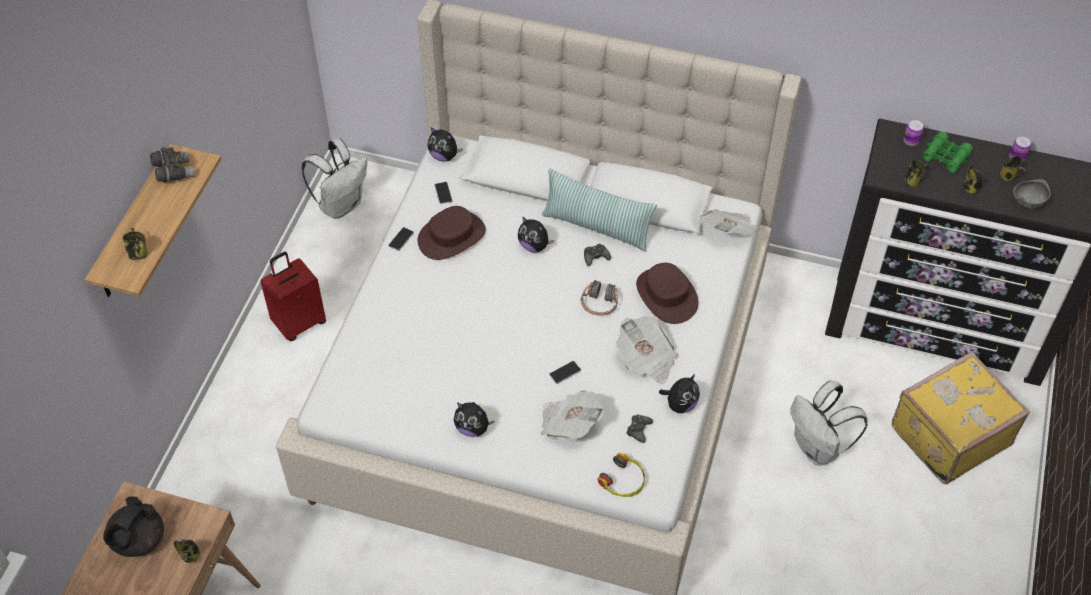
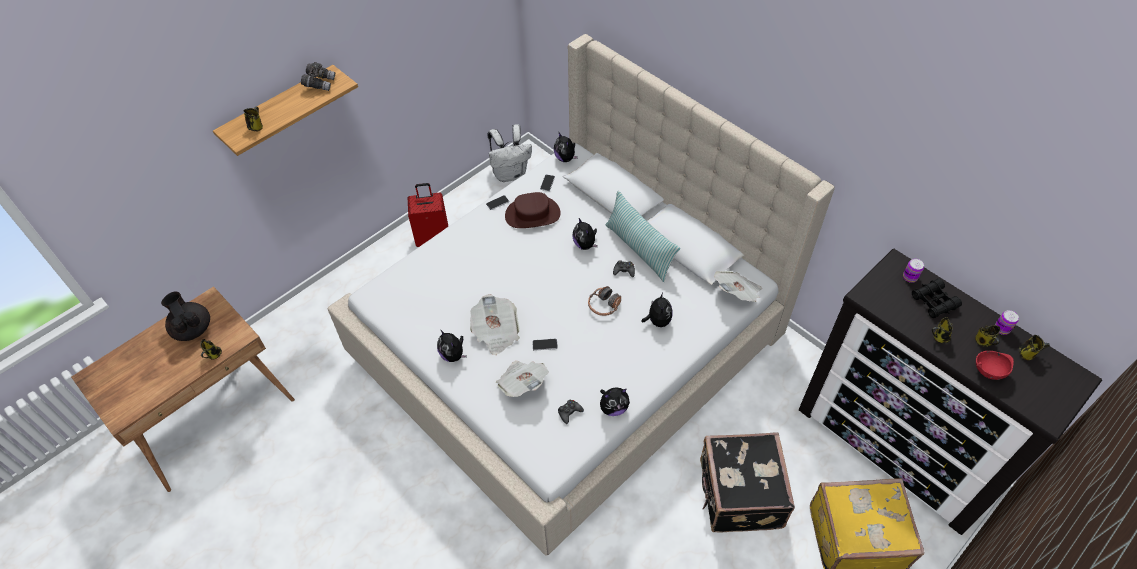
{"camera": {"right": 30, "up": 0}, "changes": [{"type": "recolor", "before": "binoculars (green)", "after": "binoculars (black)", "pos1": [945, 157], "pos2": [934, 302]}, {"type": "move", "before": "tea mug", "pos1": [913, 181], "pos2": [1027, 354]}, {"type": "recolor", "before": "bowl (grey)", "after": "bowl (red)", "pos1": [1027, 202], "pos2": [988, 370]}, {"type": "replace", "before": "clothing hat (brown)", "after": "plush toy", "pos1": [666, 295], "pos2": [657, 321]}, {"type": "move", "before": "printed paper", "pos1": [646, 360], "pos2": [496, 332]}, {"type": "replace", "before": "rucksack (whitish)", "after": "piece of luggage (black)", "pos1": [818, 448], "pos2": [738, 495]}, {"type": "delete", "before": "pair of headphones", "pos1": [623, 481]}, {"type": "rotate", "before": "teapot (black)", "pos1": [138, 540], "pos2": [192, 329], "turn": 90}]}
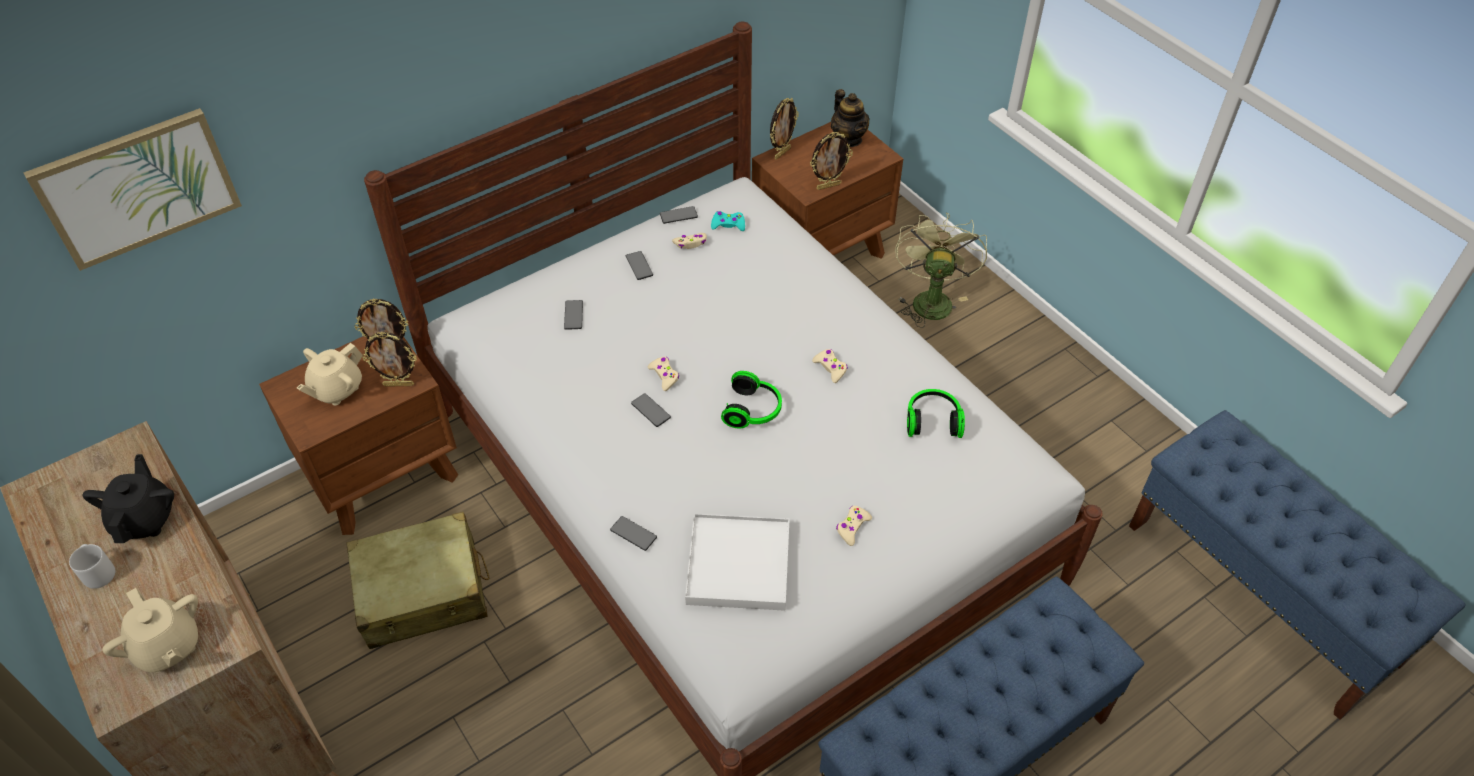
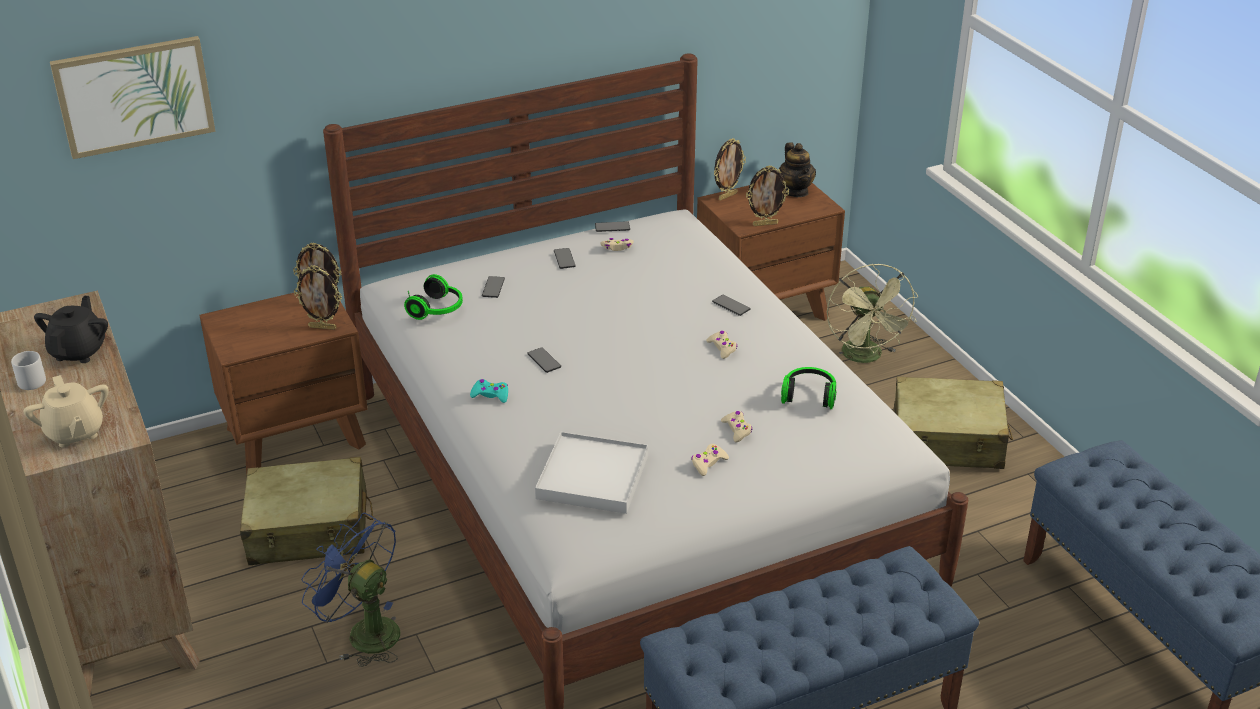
{"camera": {"right": 10, "up": -15}, "changes": [{"type": "move", "before": "game controller (turquoise)", "pos1": [728, 225], "pos2": [490, 395]}, {"type": "rotate", "before": "fan (green)", "pos1": [930, 299], "pos2": [866, 357], "turn": 150}, {"type": "delete", "before": "teapot (beige-coloured)", "pos1": [336, 389]}, {"type": "move", "before": "game controller (beige-coloured)", "pos1": [664, 376], "pos2": [737, 430]}, {"type": "move", "before": "pair of headphones", "pos1": [753, 410], "pos2": [438, 310]}, {"type": "move", "before": "telephone", "pos1": [633, 534], "pos2": [731, 306]}, {"type": "insert", "after": "piece of luggage (beige-coloured)", "pos2": [947, 440]}, {"type": "insert", "after": "fan (bluish)", "pos2": [364, 632]}]}
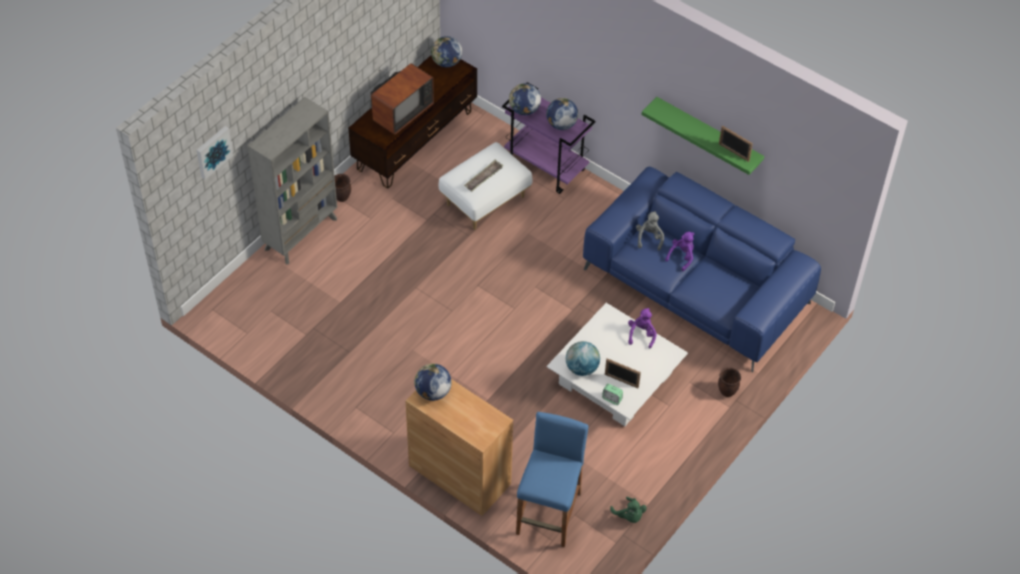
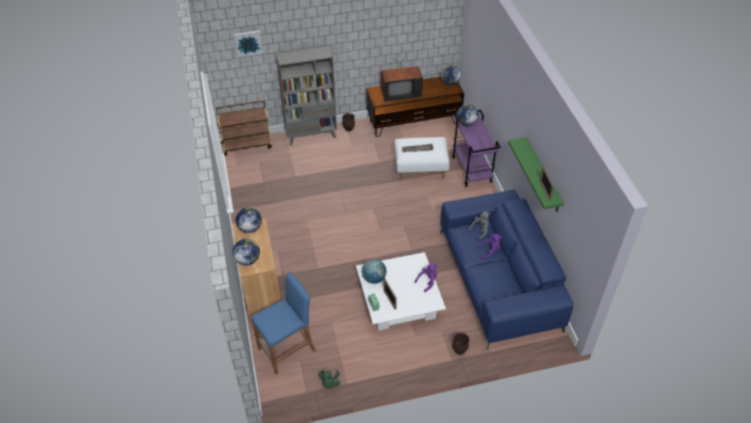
{"camera": {"right": 40, "up": -5}, "changes": [{"type": "move", "before": "world globe", "pos1": [561, 124], "pos2": [247, 260]}, {"type": "insert", "after": "cart (brown)", "pos2": [247, 145]}]}
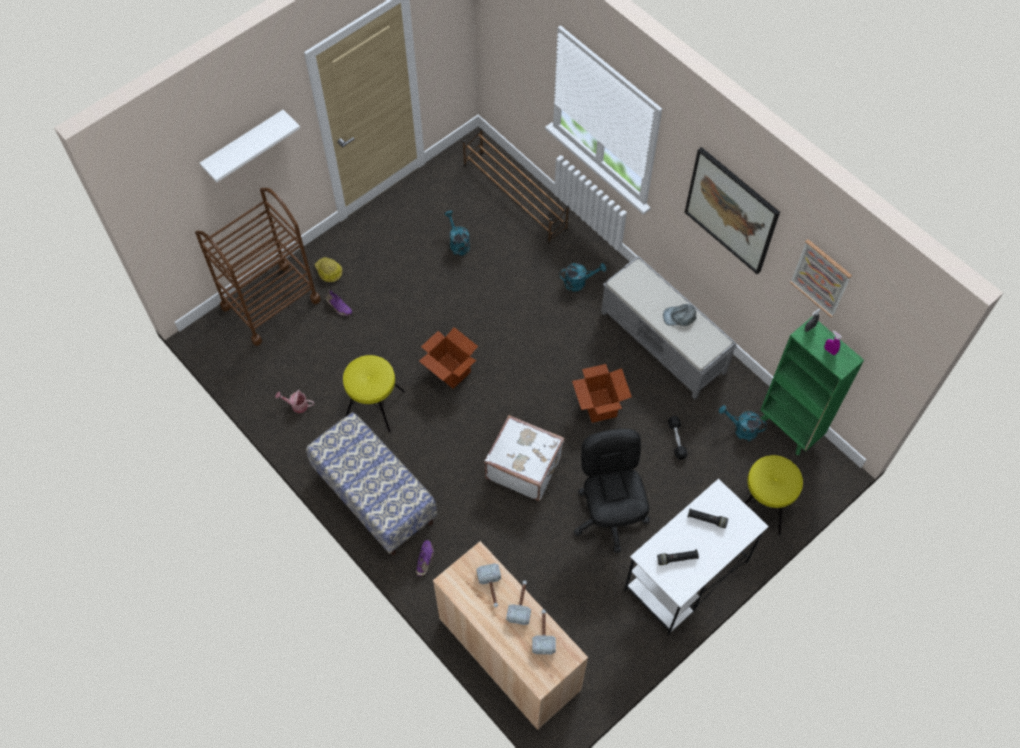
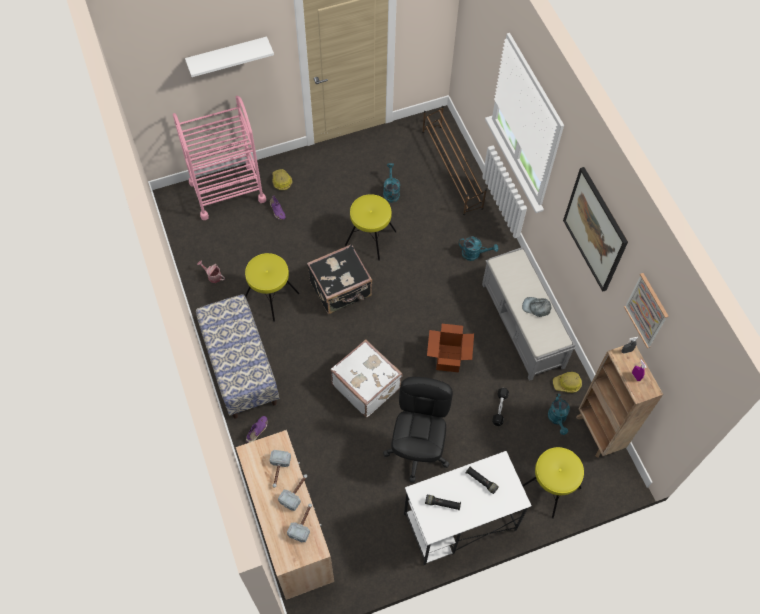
{"camera": {"right": 20, "up": 0}, "changes": [{"type": "recolor", "before": "cart (brown)", "after": "cart (pink-coloured)", "pos1": [270, 303], "pos2": [227, 191]}, {"type": "recolor", "before": "bookshelf (green)", "after": "bookshelf (brown)", "pos1": [789, 429], "pos2": [599, 433]}, {"type": "replace", "before": "carton", "after": "piece of luggage (black)", "pos1": [450, 370], "pos2": [341, 289]}, {"type": "rotate", "before": "sprinkling can (turquoise)", "pos1": [741, 429], "pos2": [557, 419], "turn": -135}, {"type": "insert", "after": "sitting stool (yellow-coloured)", "pos2": [370, 238]}, {"type": "insert", "after": "safety helmet", "pos2": [567, 384]}]}
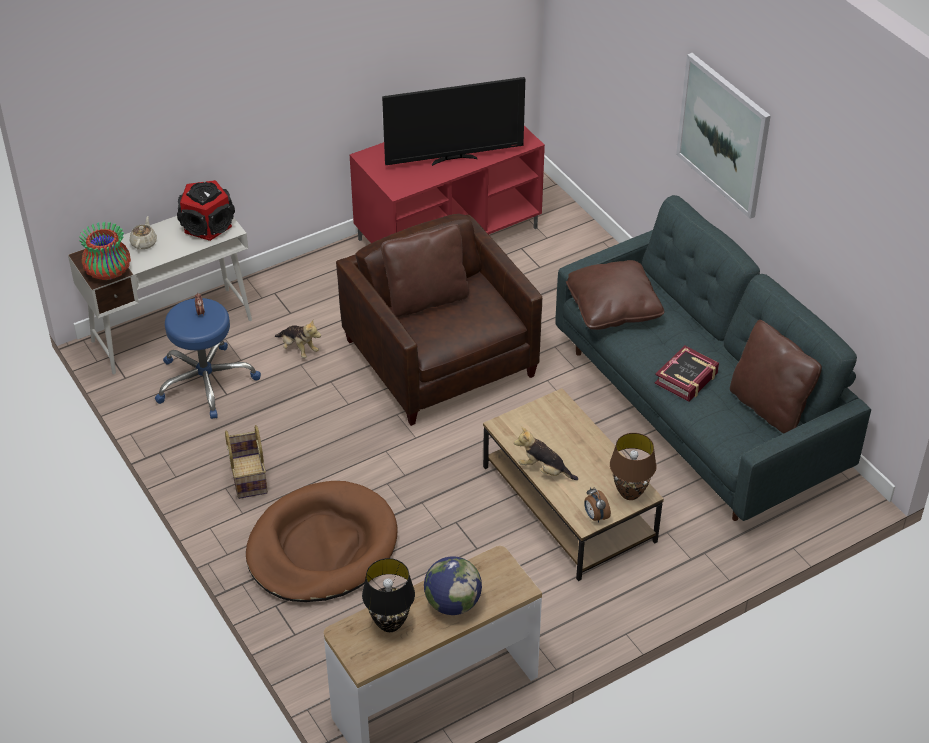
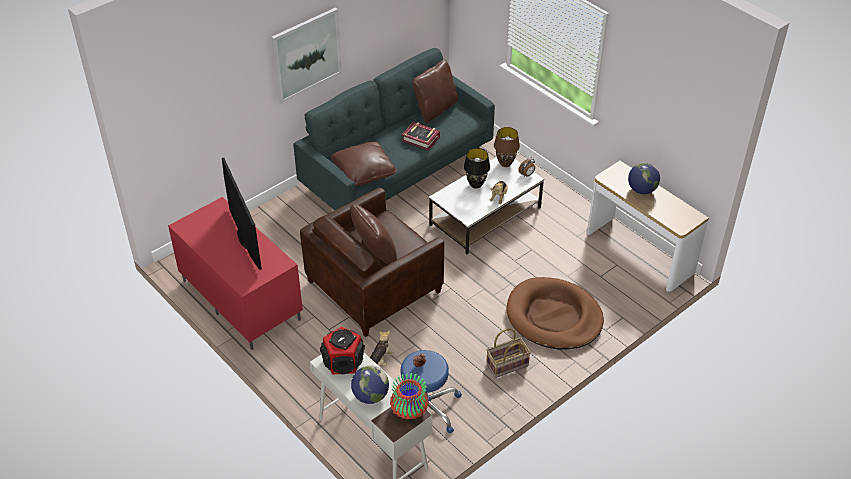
{"camera": {"right": -100, "up": 0}, "changes": [{"type": "replace", "before": "teapot (beige-coloured)", "after": "world globe", "pos1": [144, 243], "pos2": [370, 396]}, {"type": "recolor", "before": "lounge table (brown)", "after": "lounge table (whitish)", "pos1": [569, 504], "pos2": [486, 215]}, {"type": "move", "before": "table lamp (black)", "pos1": [390, 624], "pos2": [476, 184]}]}
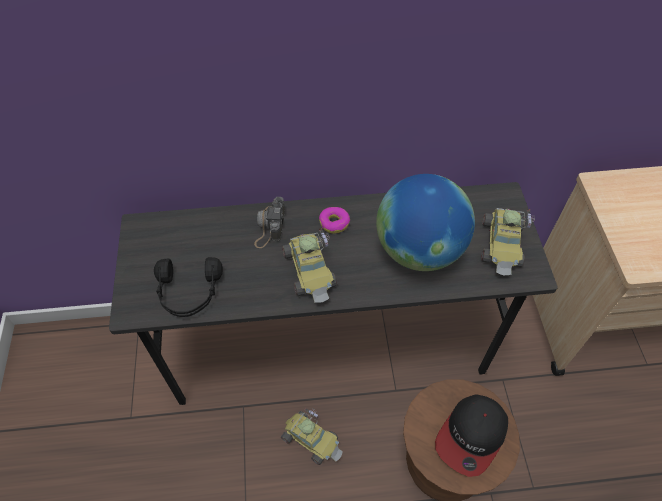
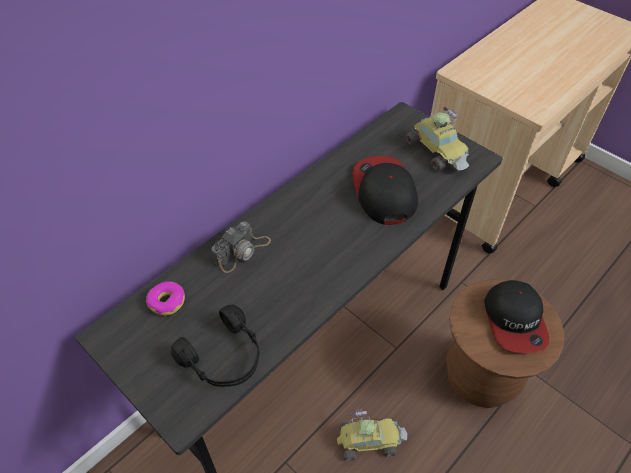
{"camera": {"right": -40, "up": -5}, "changes": [{"type": "replace", "before": "world globe", "after": "peaked cap", "pos1": [418, 250], "pos2": [383, 192]}, {"type": "rotate", "before": "photo camera", "pos1": [270, 227], "pos2": [242, 251], "turn": -105}, {"type": "move", "before": "ring doughnut", "pos1": [334, 223], "pos2": [167, 301]}, {"type": "delete", "before": "toy car", "pos1": [311, 270]}]}
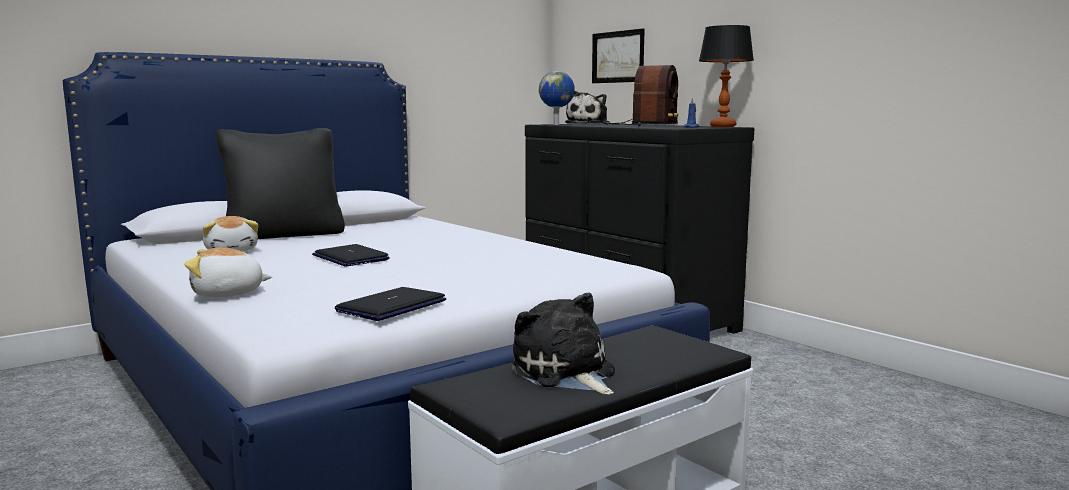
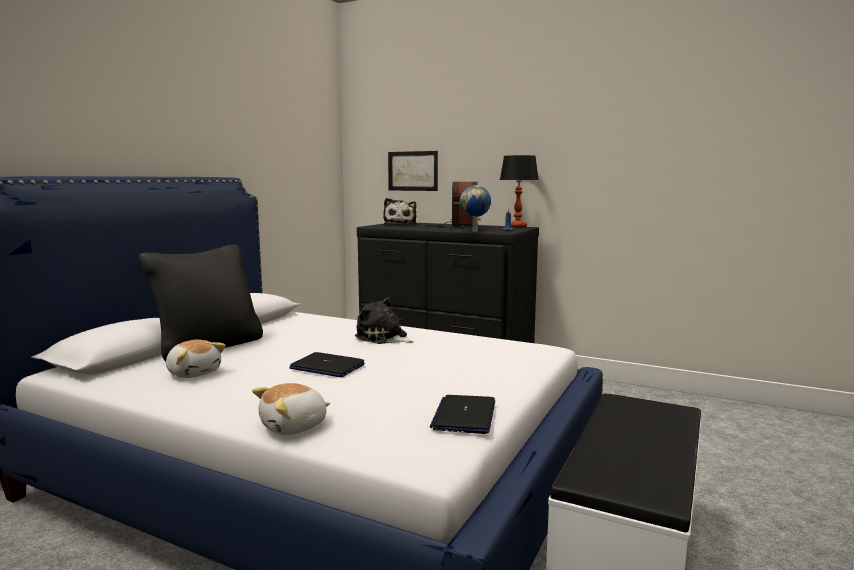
{"camera": {"right": -25, "up": 0}, "changes": [{"type": "move", "before": "world globe", "pos1": [557, 124], "pos2": [475, 231]}, {"type": "move", "before": "plush toy", "pos1": [565, 373], "pos2": [383, 338]}]}
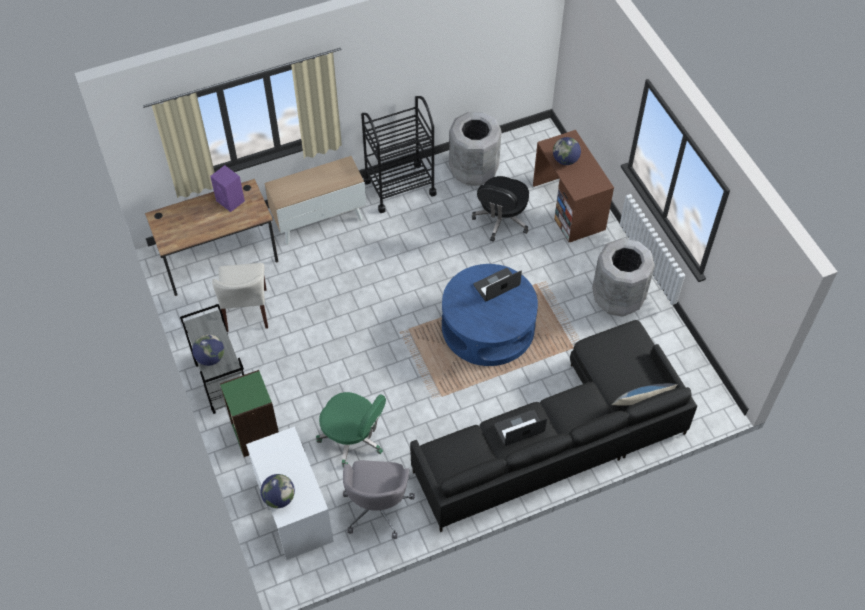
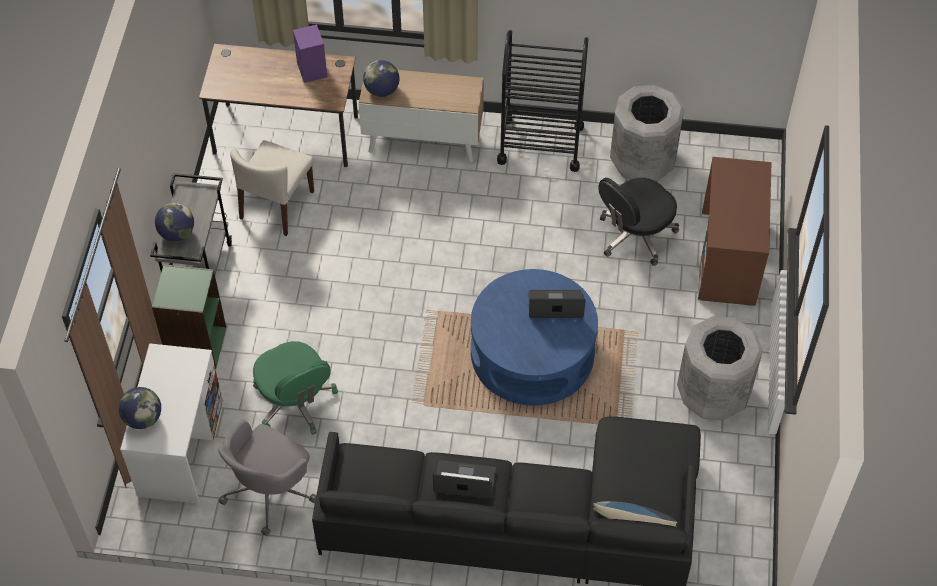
{"camera": {"right": 30, "up": 0}, "changes": [{"type": "move", "before": "world globe", "pos1": [565, 160], "pos2": [382, 90]}]}
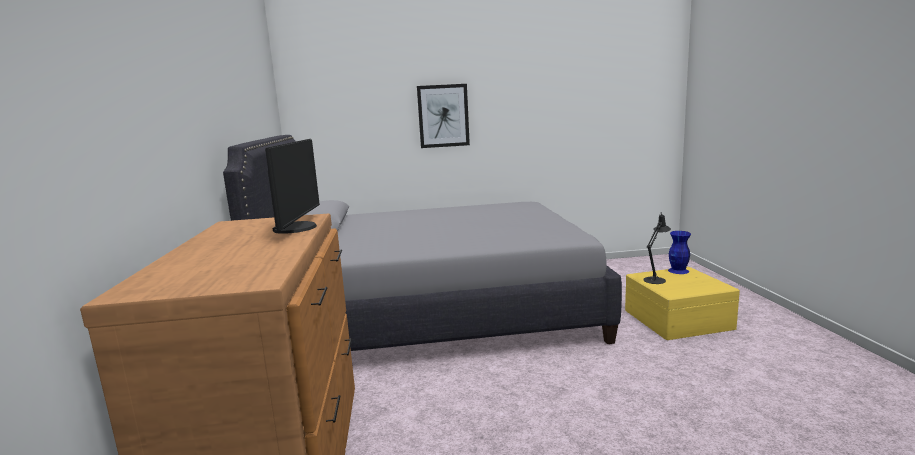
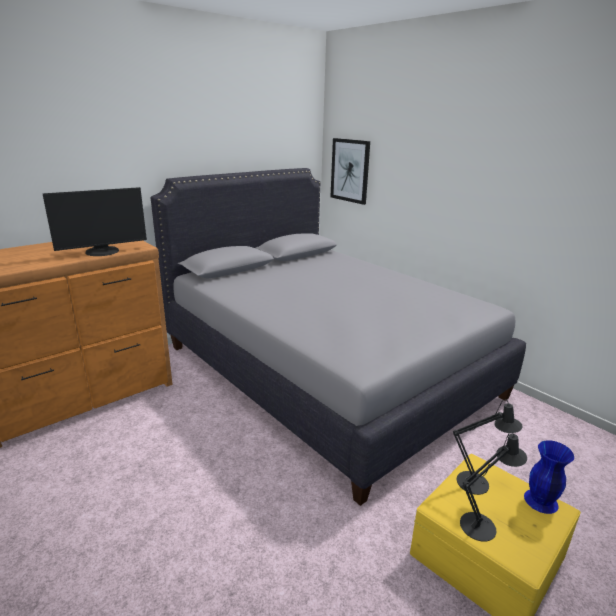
{"camera": {"right": 55, "up": 10}, "changes": [{"type": "move", "before": "wall picture", "pos1": [443, 116], "pos2": [350, 170]}, {"type": "insert", "after": "table lamp (black)", "pos2": [482, 524]}]}
